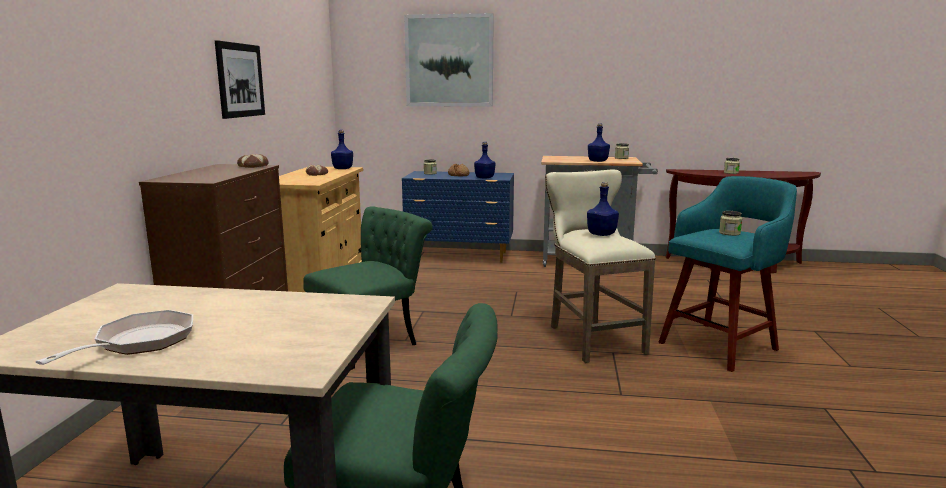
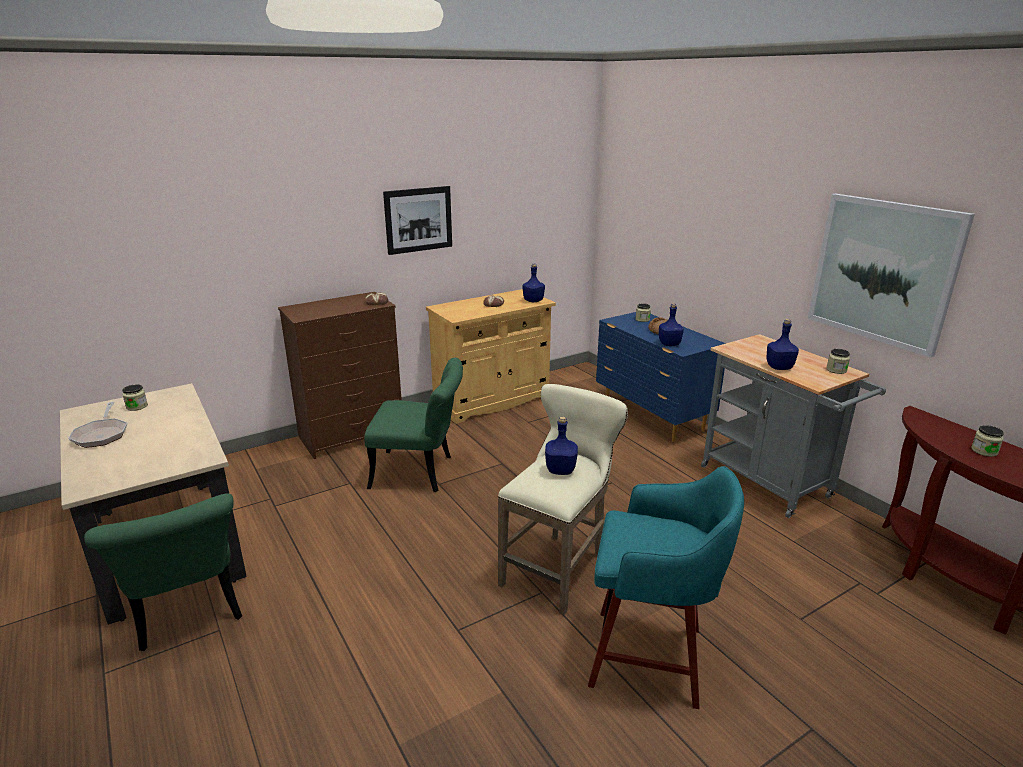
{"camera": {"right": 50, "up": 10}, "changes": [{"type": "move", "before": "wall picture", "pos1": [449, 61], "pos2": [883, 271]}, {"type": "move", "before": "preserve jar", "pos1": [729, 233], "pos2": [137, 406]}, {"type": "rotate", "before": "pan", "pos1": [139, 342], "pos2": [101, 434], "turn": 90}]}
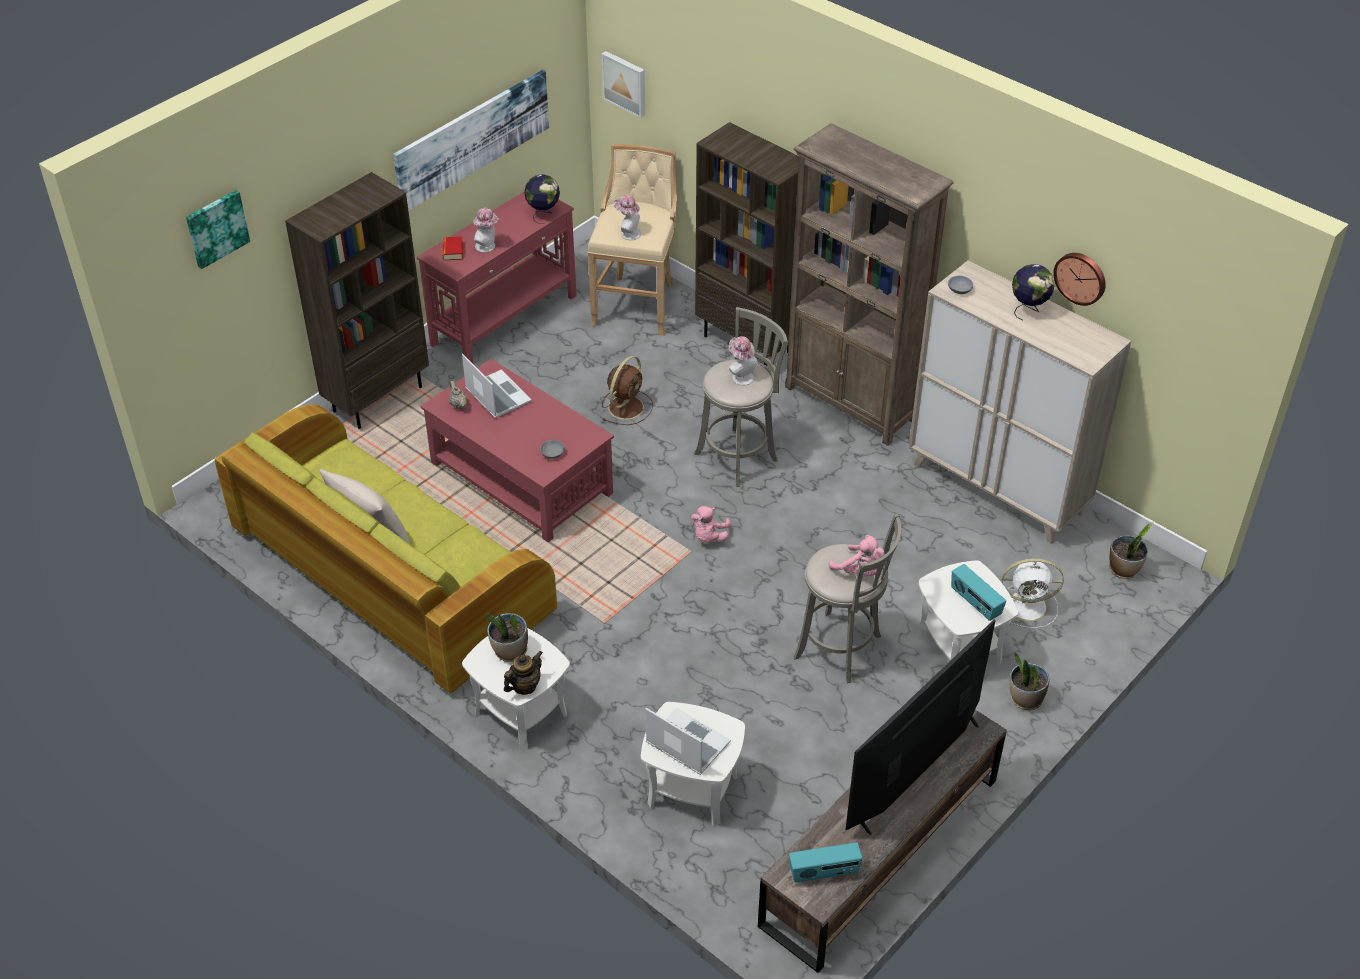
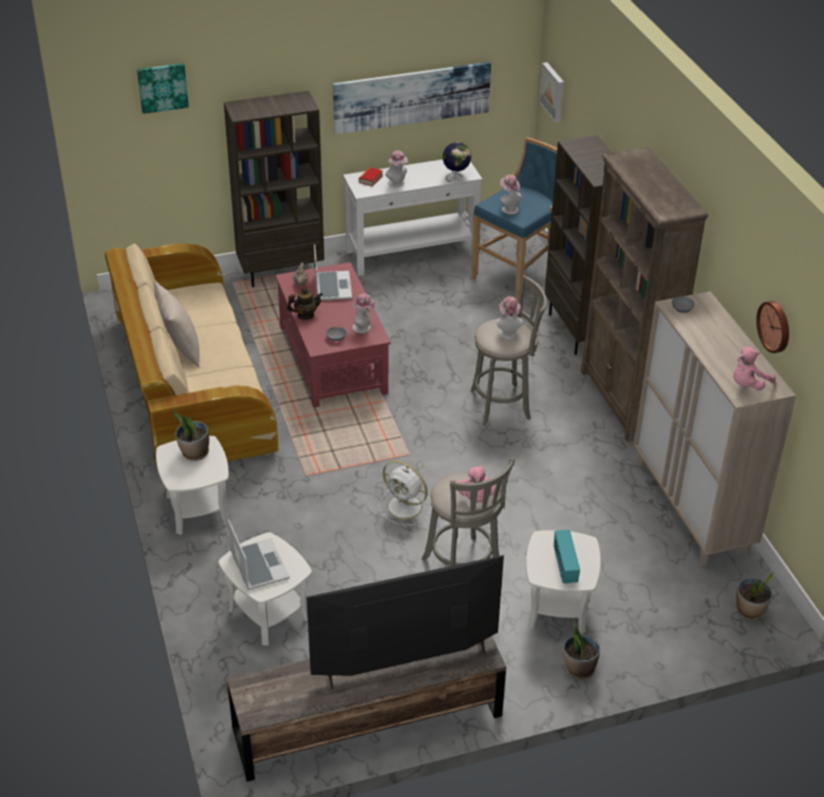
{"camera": {"right": 30, "up": -5}, "changes": [{"type": "recolor", "before": "sitting stool (beige-coloured)", "after": "sitting stool (bluish)", "pos1": [637, 304], "pos2": [517, 275]}, {"type": "recolor", "before": "hall table (red)", "after": "hall table (whitish)", "pos1": [505, 320], "pos2": [412, 253]}, {"type": "delete", "before": "world globe", "pos1": [1028, 310]}, {"type": "delete", "before": "fan (brown)", "pos1": [627, 406]}, {"type": "recolor", "before": "couch (green)", "after": "couch (beige-coloured)", "pos1": [389, 573], "pos2": [191, 385]}, {"type": "move", "before": "plush toy (pink-coloured)", "pos1": [709, 537], "pos2": [748, 385]}, {"type": "move", "before": "fan (whitish)", "pos1": [1029, 606], "pos2": [406, 507]}, {"type": "move", "before": "teapot", "pos1": [524, 686], "pos2": [305, 315]}, {"type": "delete", "before": "radio set", "pos1": [824, 873]}, {"type": "insert", "after": "clothing hat", "pos2": [364, 328]}]}
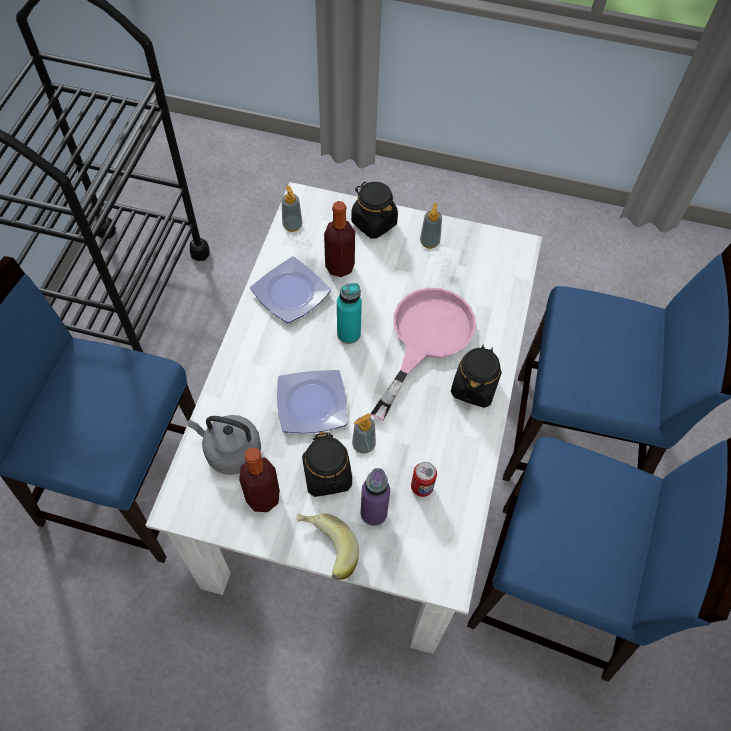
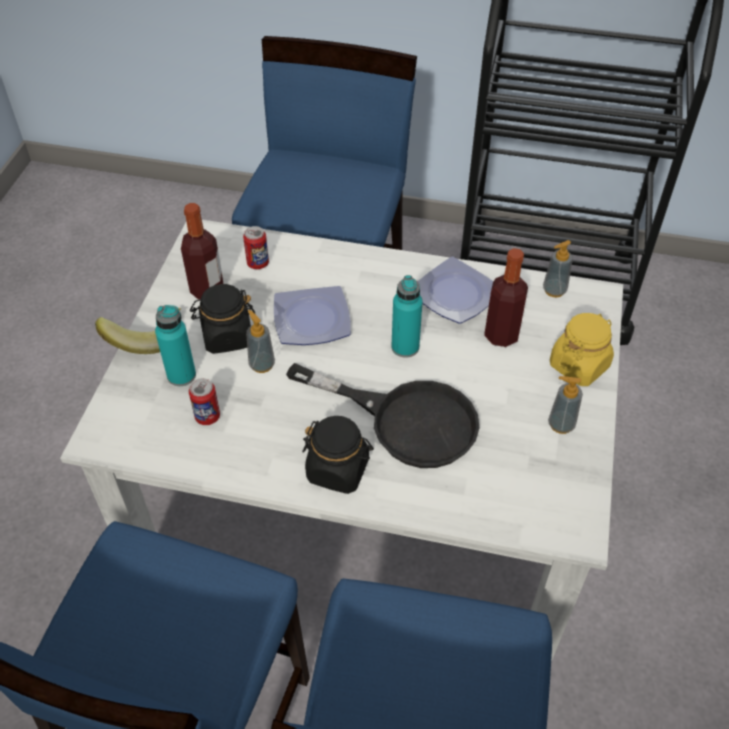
{"camera": {"right": 90, "up": -10}, "changes": [{"type": "recolor", "before": "preserve jar (black)", "after": "preserve jar (yellow-coloured)", "pos1": [373, 222], "pos2": [579, 365]}, {"type": "recolor", "before": "pan (pink-coloured)", "after": "pan (black)", "pos1": [425, 338], "pos2": [406, 420]}, {"type": "replace", "before": "tea kettle (grey)", "after": "metal can", "pos1": [230, 451], "pos2": [258, 263]}, {"type": "recolor", "before": "drink bottle (purple)", "after": "drink bottle (turquoise)", "pos1": [373, 513], "pos2": [181, 375]}]}
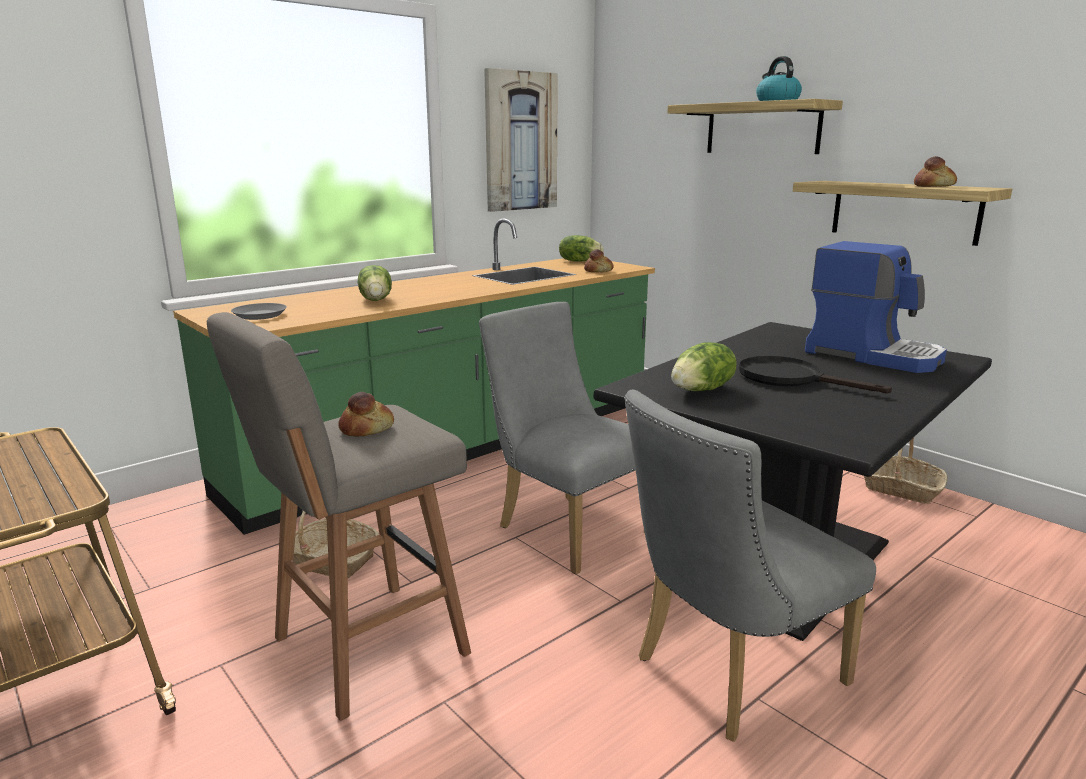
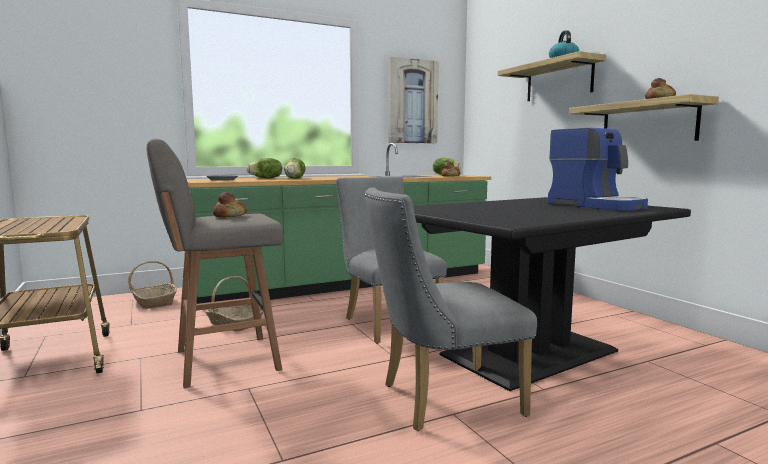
{"camera": {"right": 15, "up": -10}, "changes": [{"type": "move", "before": "head of lettuce", "pos1": [702, 390], "pos2": [266, 178]}, {"type": "delete", "before": "pan (black)", "pos1": [790, 378]}, {"type": "move", "before": "basket", "pos1": [900, 489], "pos2": [154, 302]}]}
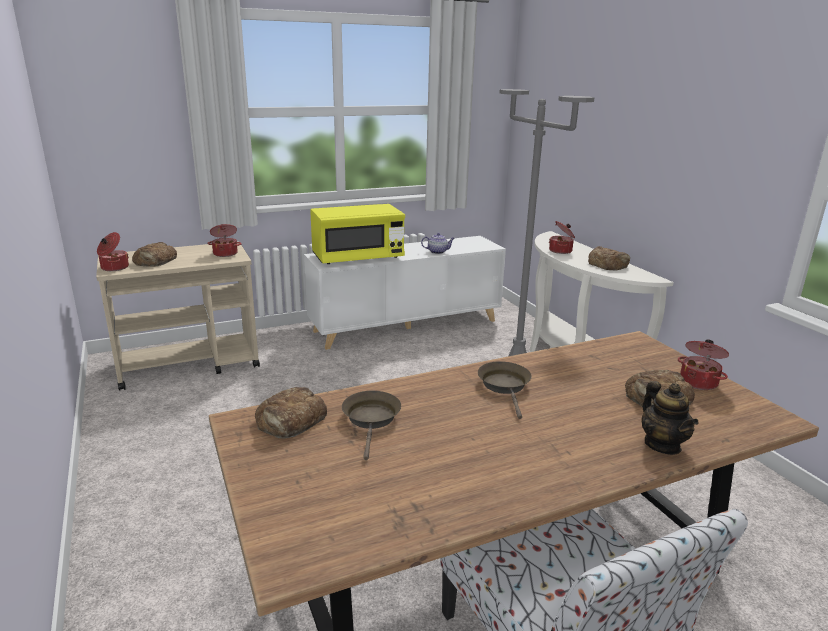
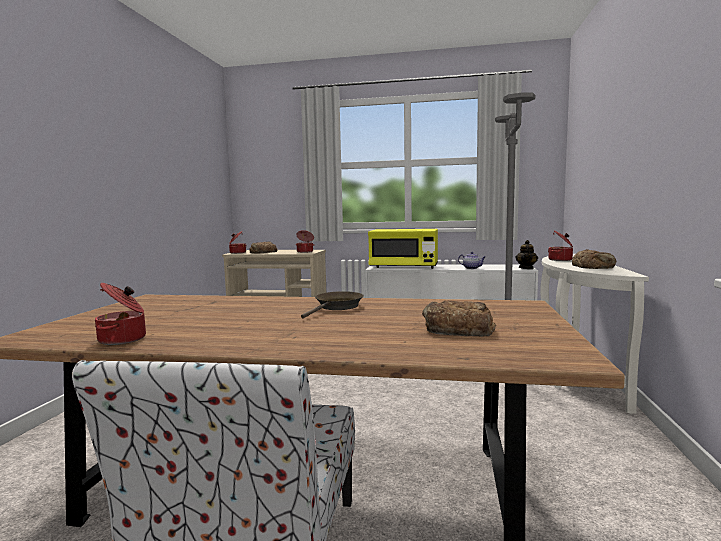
{"camera": {"right": 35, "up": -15}, "changes": [{"type": "move", "before": "saucepot", "pos1": [699, 382], "pos2": [123, 339]}, {"type": "move", "before": "teapot", "pos1": [662, 445], "pos2": [526, 268]}, {"type": "delete", "before": "bakery bread", "pos1": [290, 420]}, {"type": "delete", "before": "pan (brown)", "pos1": [371, 420]}]}
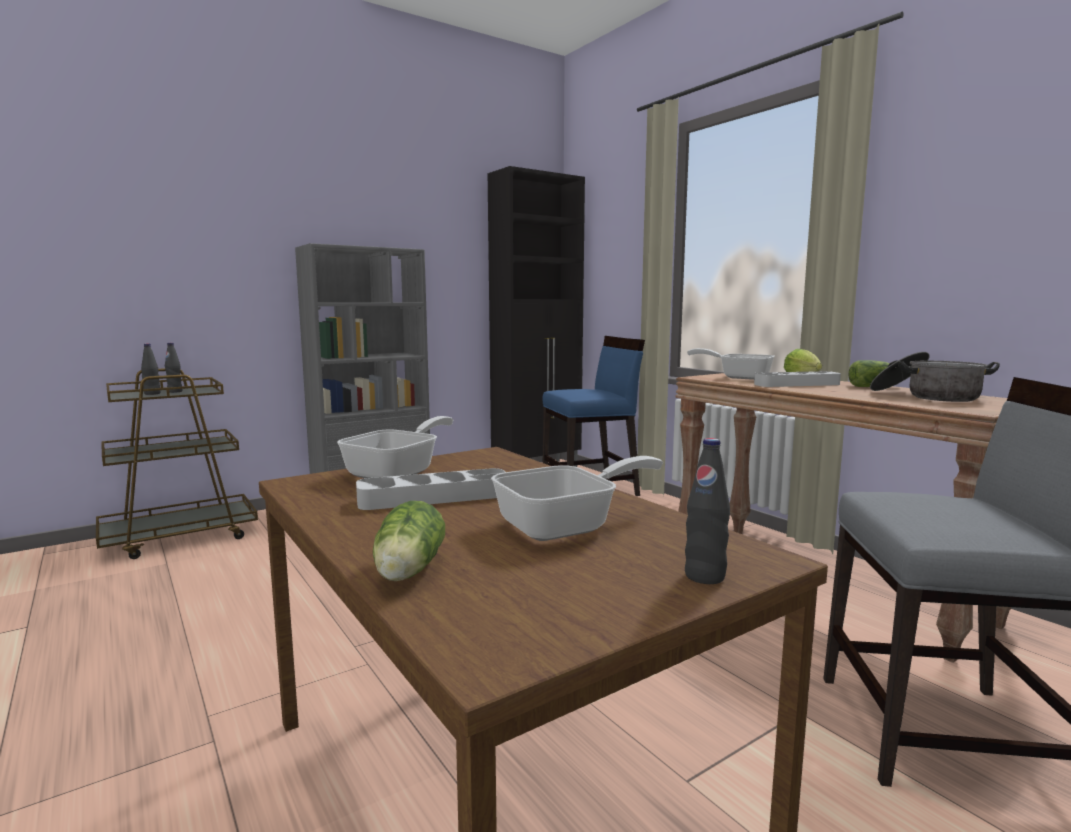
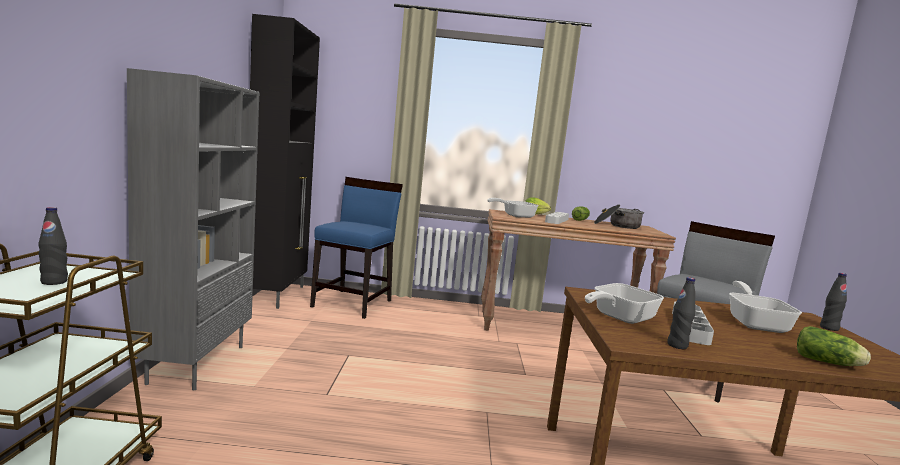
{"camera": {"right": -55, "up": 0}, "changes": [{"type": "move", "before": "drink bottle (black)", "pos1": [152, 394], "pos2": [677, 345]}, {"type": "rotate", "before": "pan", "pos1": [399, 472], "pos2": [618, 317], "turn": -105}]}
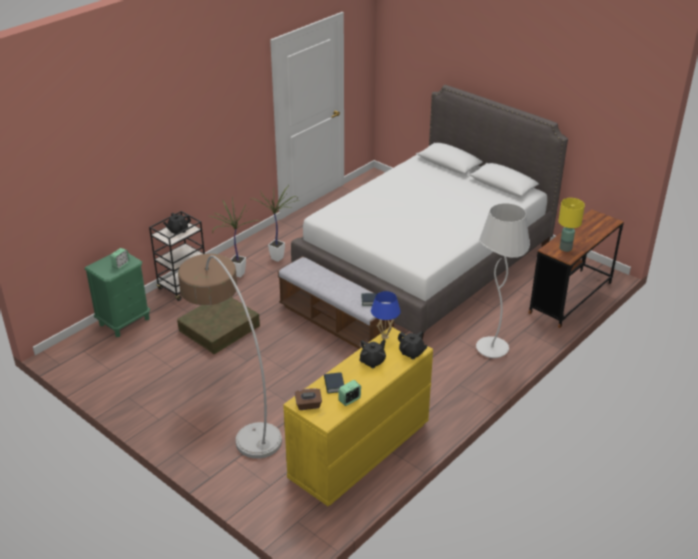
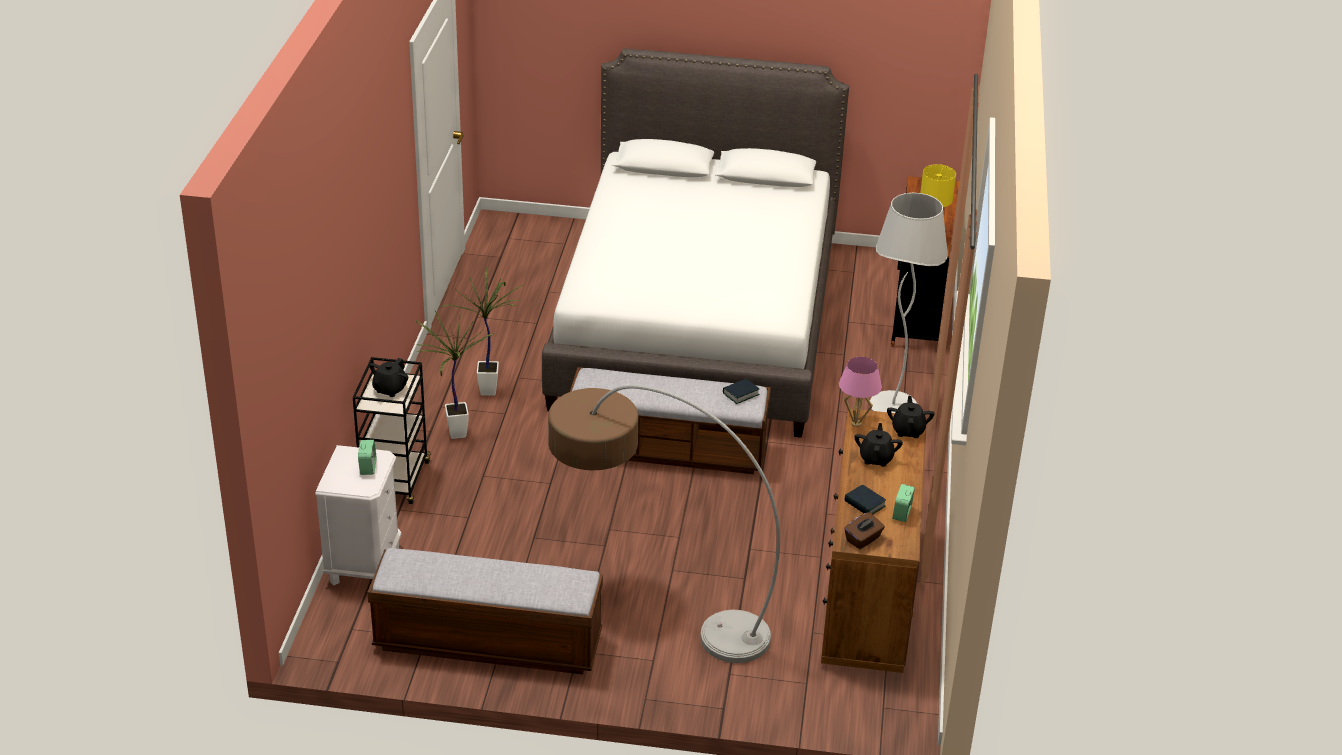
{"camera": {"right": -35, "up": 0}, "changes": [{"type": "recolor", "before": "bedside table (green)", "after": "bedside table (whitish)", "pos1": [124, 321], "pos2": [364, 564]}, {"type": "recolor", "before": "table lamp (bluish)", "after": "table lamp (pink-coloured)", "pos1": [385, 336], "pos2": [856, 423]}, {"type": "delete", "before": "storage box (brown)", "pos1": [219, 328]}, {"type": "recolor", "before": "chest of drawers (yellow-coloured)", "after": "chest of drawers (brown)", "pos1": [359, 451], "pos2": [867, 596]}, {"type": "rotate", "before": "teapot (black)", "pos1": [411, 353], "pos2": [908, 430], "turn": -90}, {"type": "insert", "after": "bench", "pos2": [487, 642]}]}
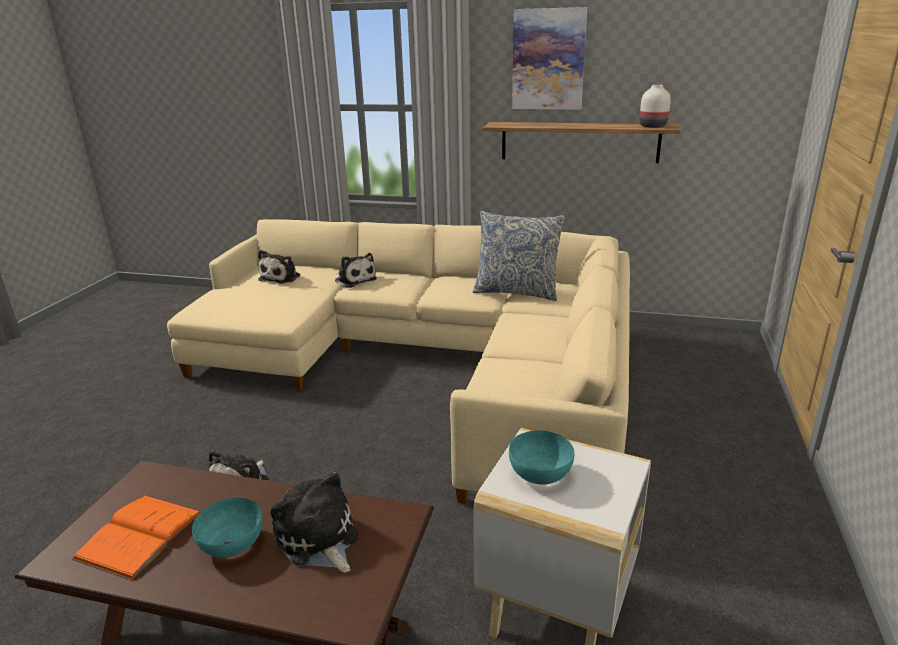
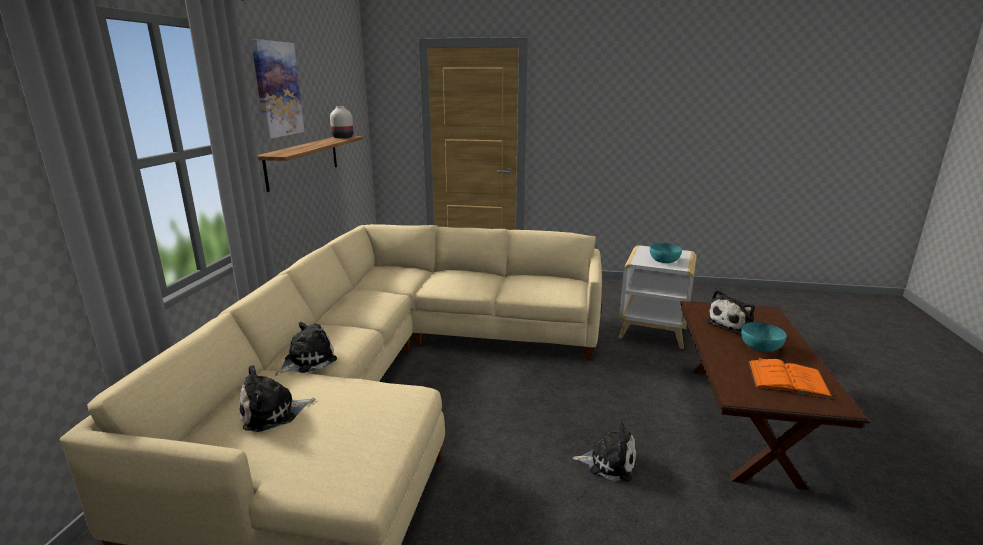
{"camera": {"right": -95, "up": -5}, "changes": [{"type": "delete", "before": "cushion", "pos1": [517, 291]}, {"type": "rotate", "before": "plush toy", "pos1": [281, 277], "pos2": [273, 413], "turn": 135}]}
